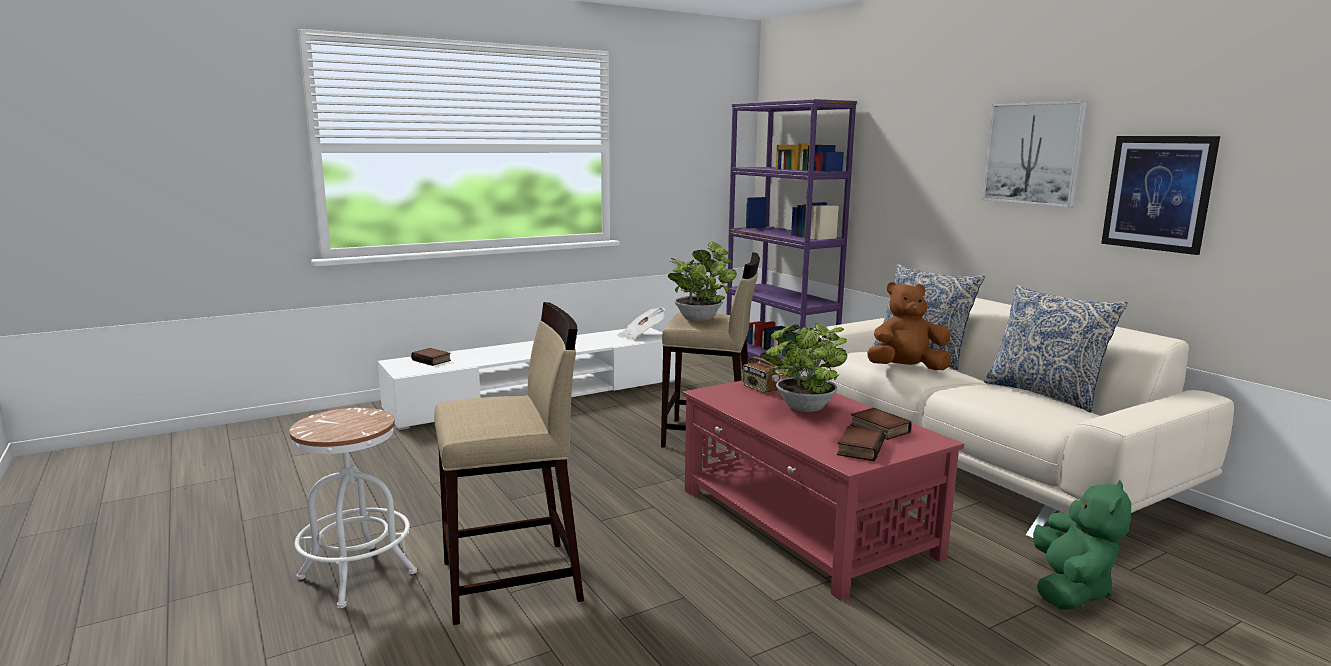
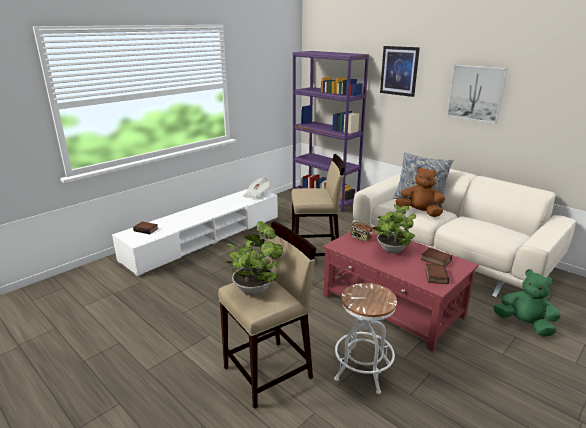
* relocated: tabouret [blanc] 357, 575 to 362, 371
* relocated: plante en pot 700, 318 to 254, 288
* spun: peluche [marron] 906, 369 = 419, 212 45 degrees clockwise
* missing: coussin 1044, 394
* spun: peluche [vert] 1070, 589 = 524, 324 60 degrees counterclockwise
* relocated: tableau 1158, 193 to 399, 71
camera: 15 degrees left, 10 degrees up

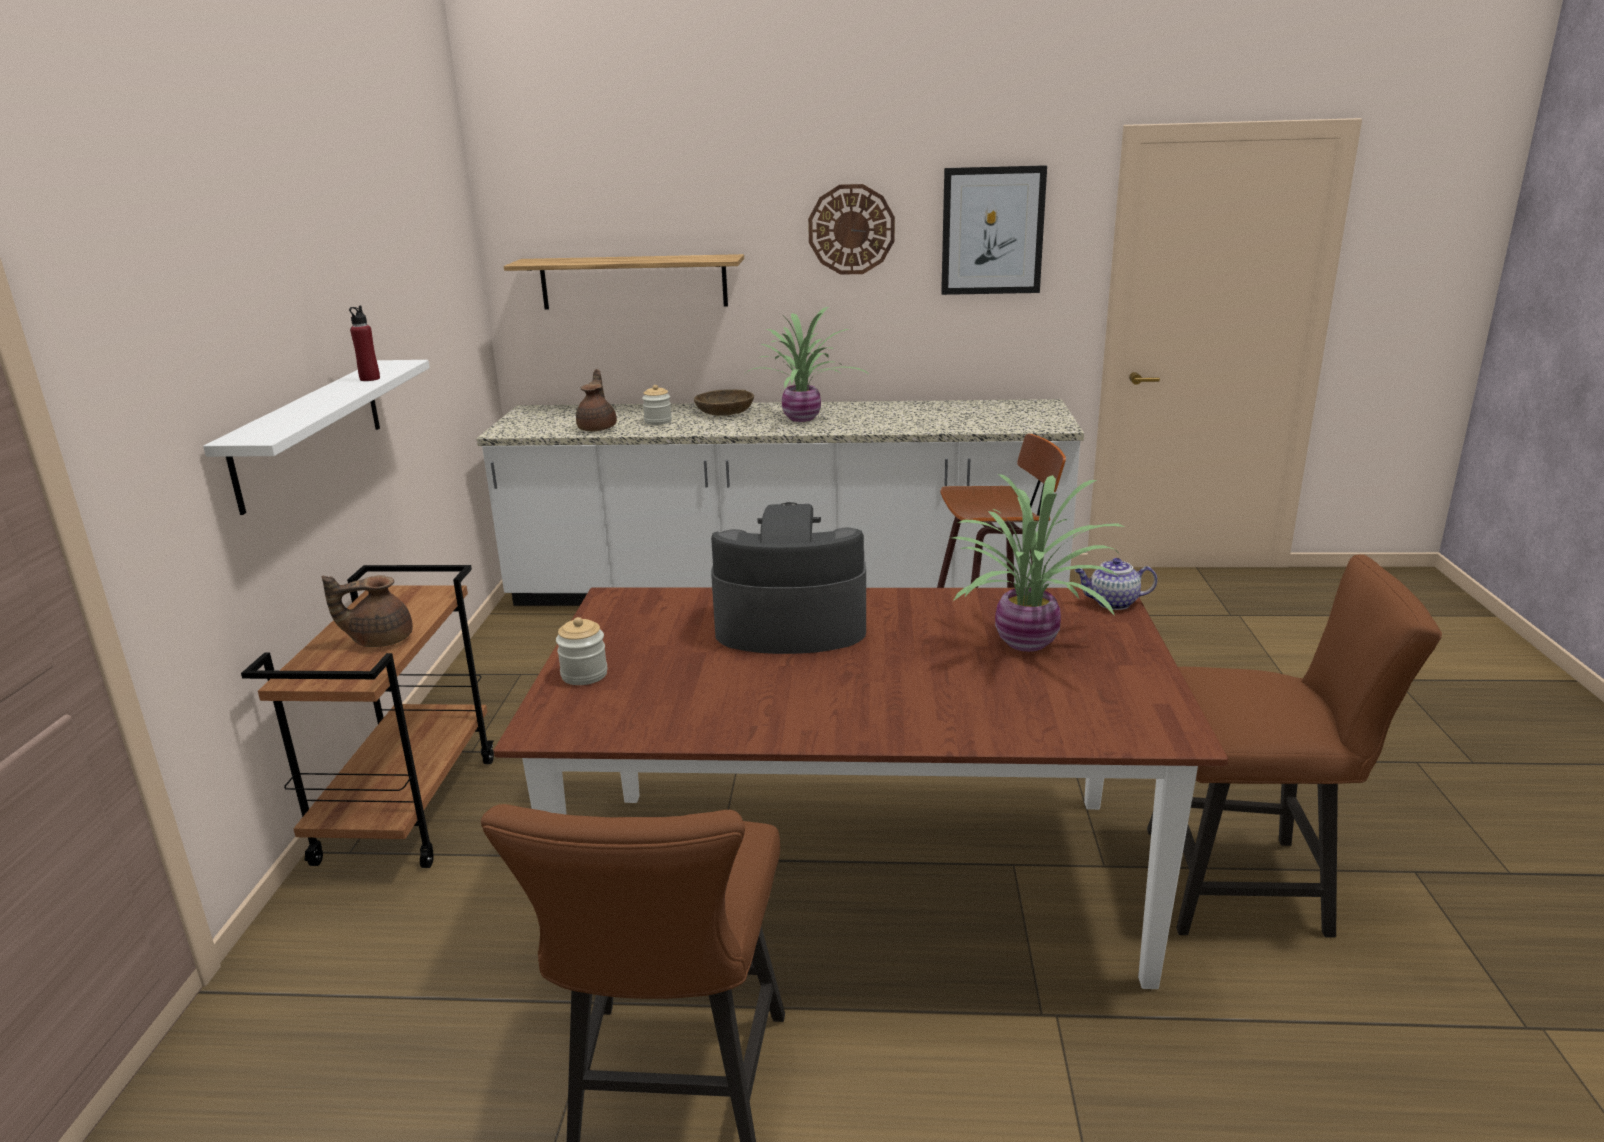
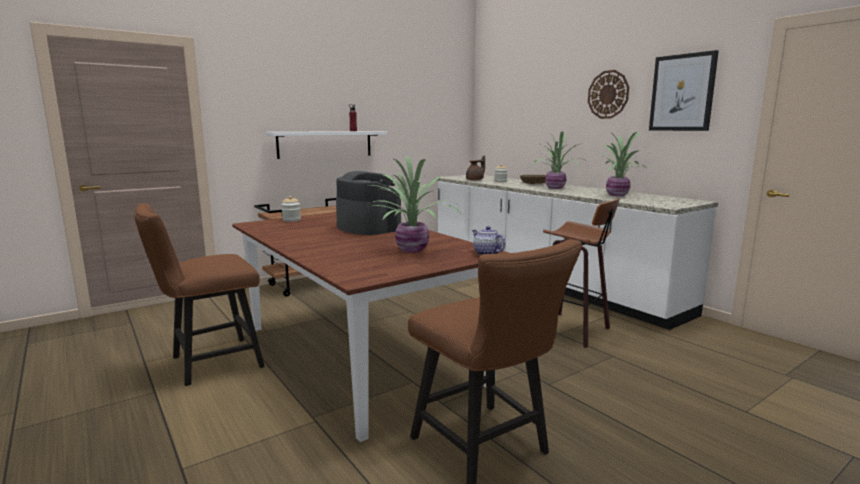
* missing: théière [marron] 380, 640
* missing: étagère 633, 282
* appeared: plante en pot 618, 195
camera: 50 degrees right, 10 degrees down

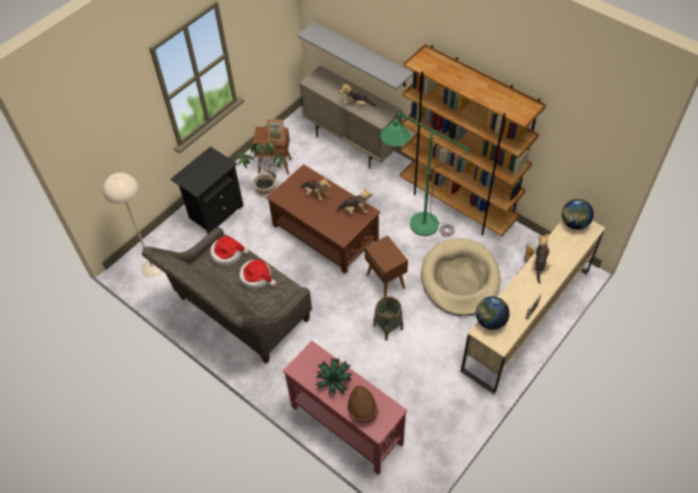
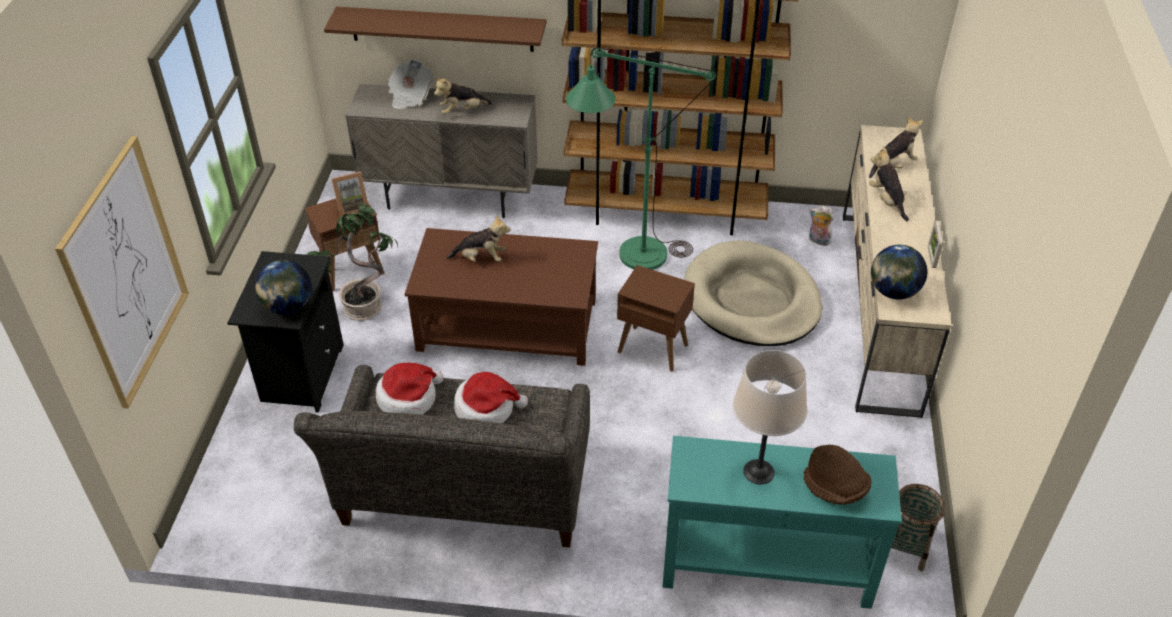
* missing: lampadaire [beige] 153, 268
* colour: table console [rouge] 346, 424 to table console [turquoise] 765, 566
* colour: étagère [gris] 362, 55 to étagère [marron] 442, 29
* exchanged: plante en pot 334, 380 to lampe de table [beige] 758, 472
* relocated: peluche 355, 210 to 893, 166
* relocated: panier 388, 327 to 905, 548
* relocated: globe 574, 223 to 288, 307
* appeared: tableau 126, 273
* appeared: journal 410, 96
camera: 35 degrees left, 10 degrees down

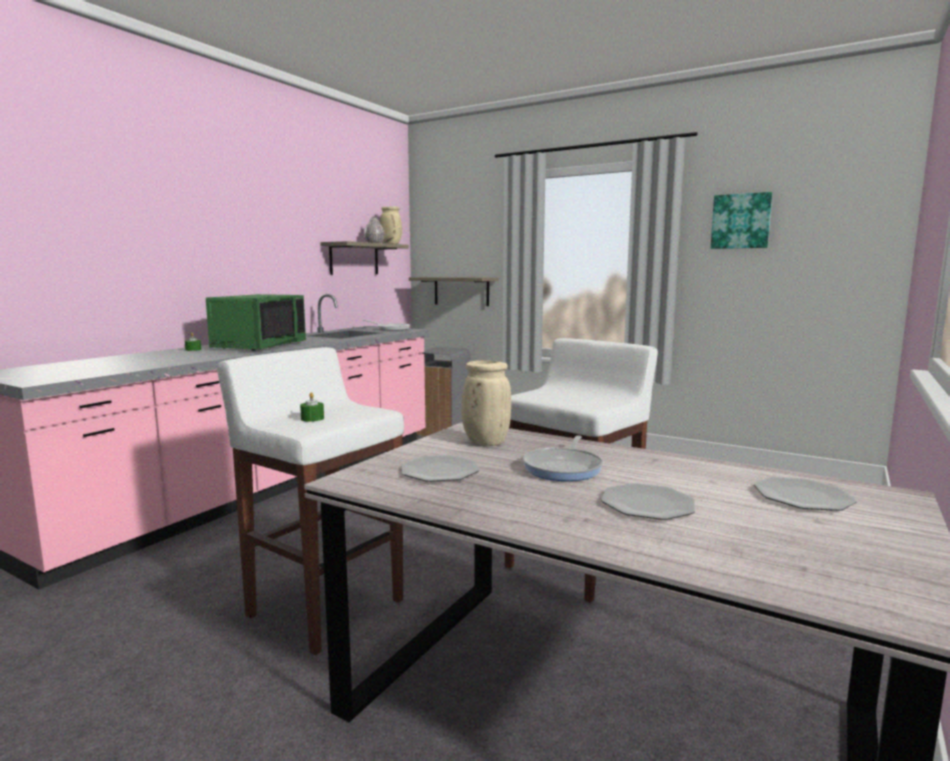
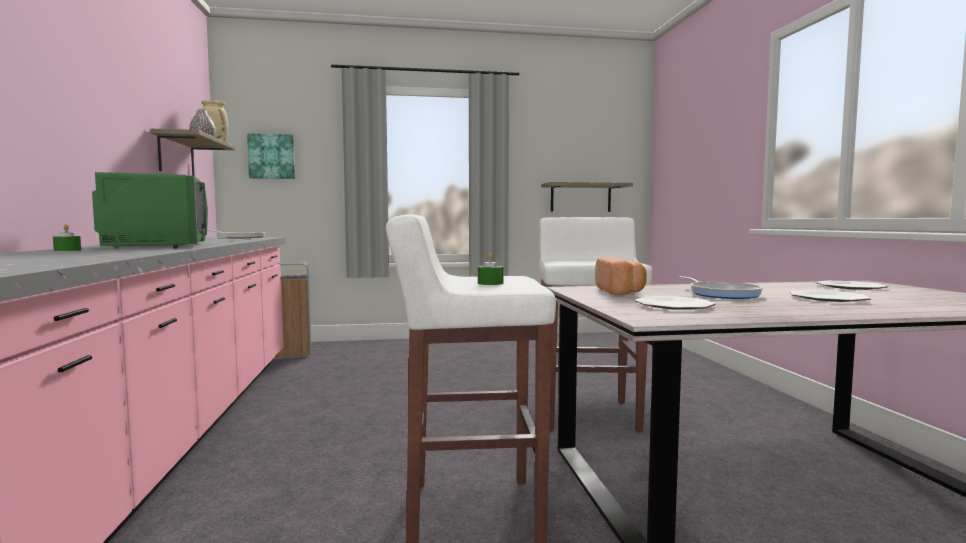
* relocated: étagère 461, 291 to 580, 198
* exchanged: vase [beige] 484, 443 to pain 621, 292
* relocated: tableau 741, 221 to 272, 156
camera: 40 degrees left, 5 degrees down

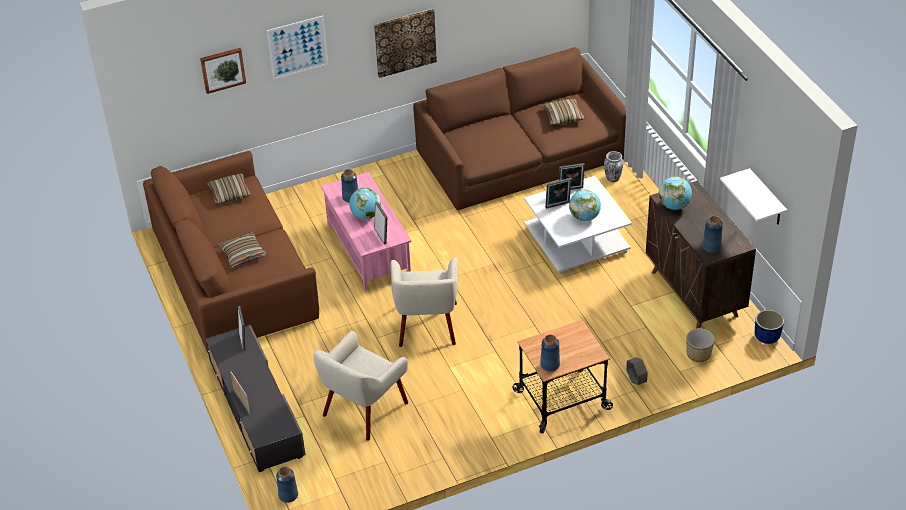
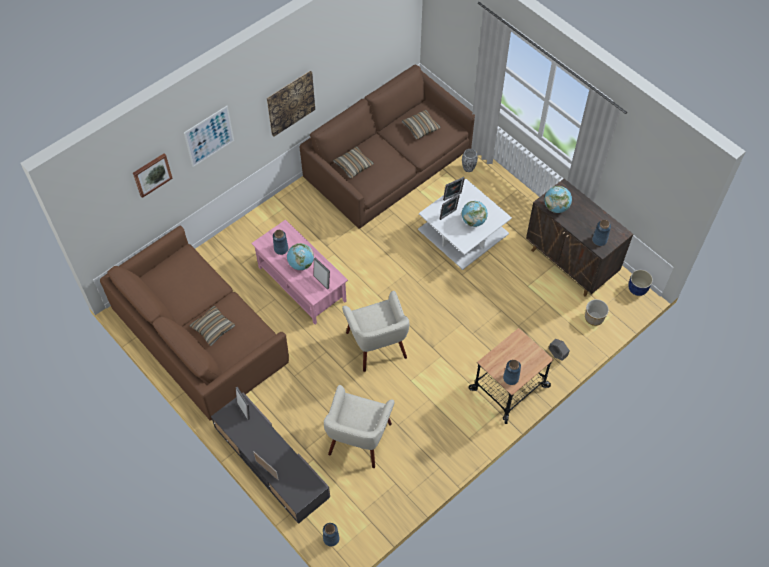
* relocated: coussin 230, 193 to 353, 165
* missing: étagère [blanc] 766, 199
camera: 20 degrees left, 15 degrees up

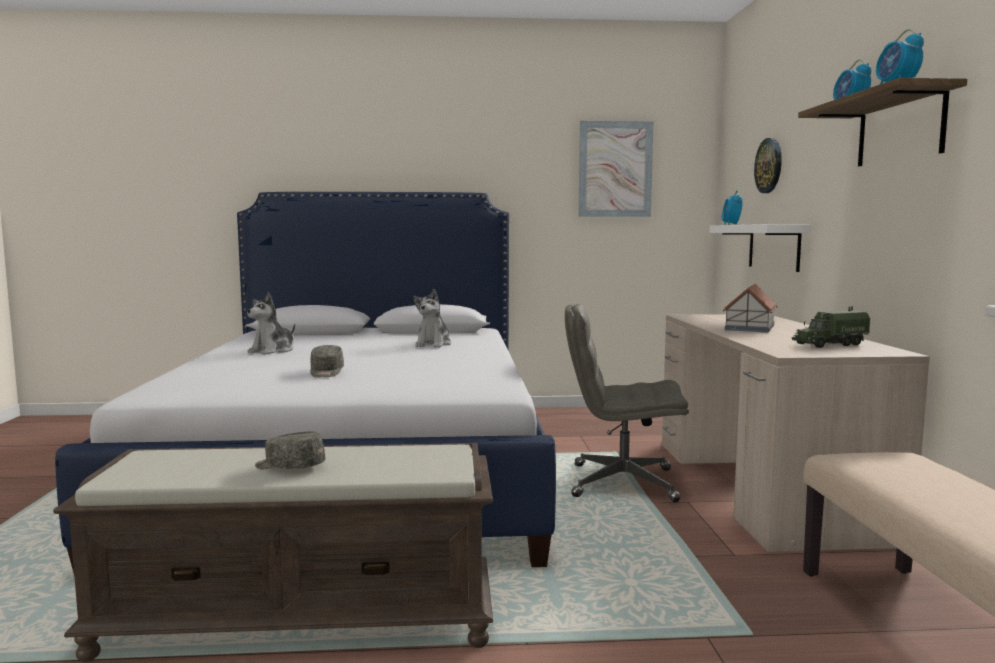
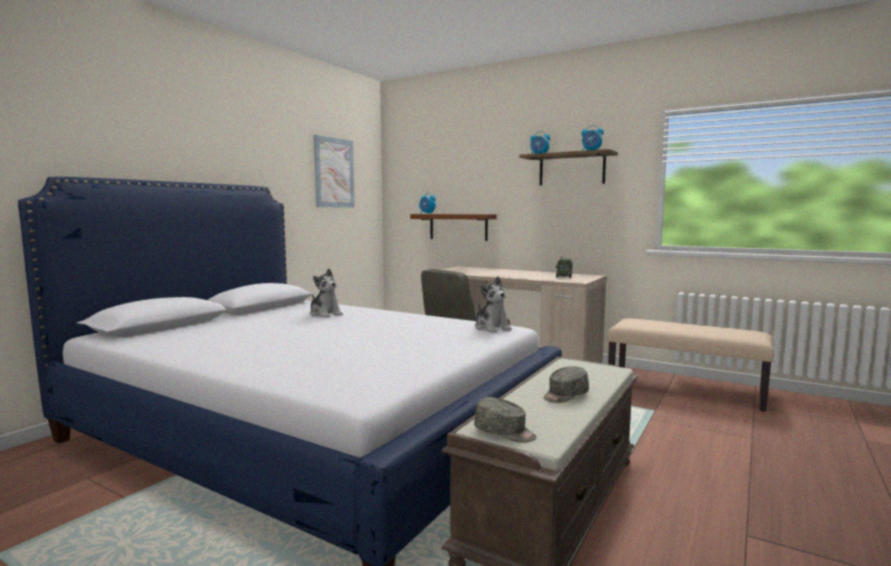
* relocated: peluche 273, 351 to 492, 328
* relocated: casquette [gris] 326, 372 to 505, 433
* colour: étagère [blanc] 774, 247 to étagère [marron] 458, 226
* missing: maison miniature 750, 327
* missing: horloge murale 769, 165
camera: 55 degrees left, 0 degrees up

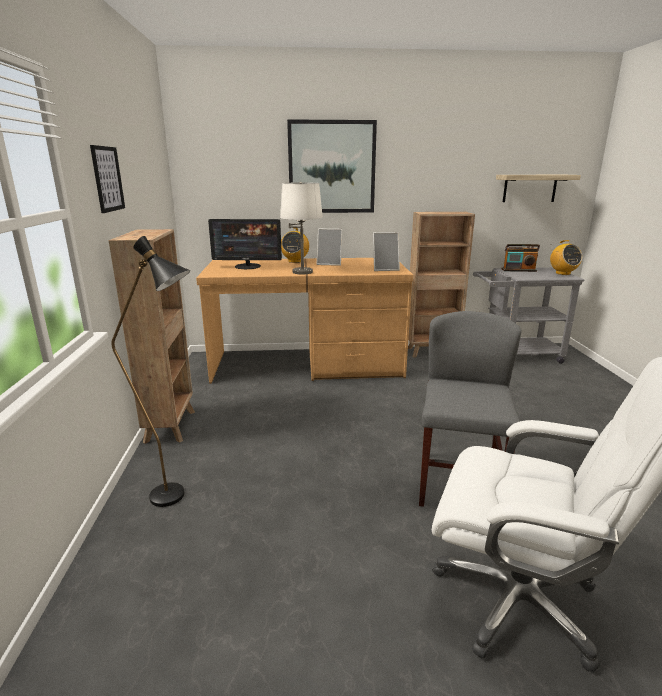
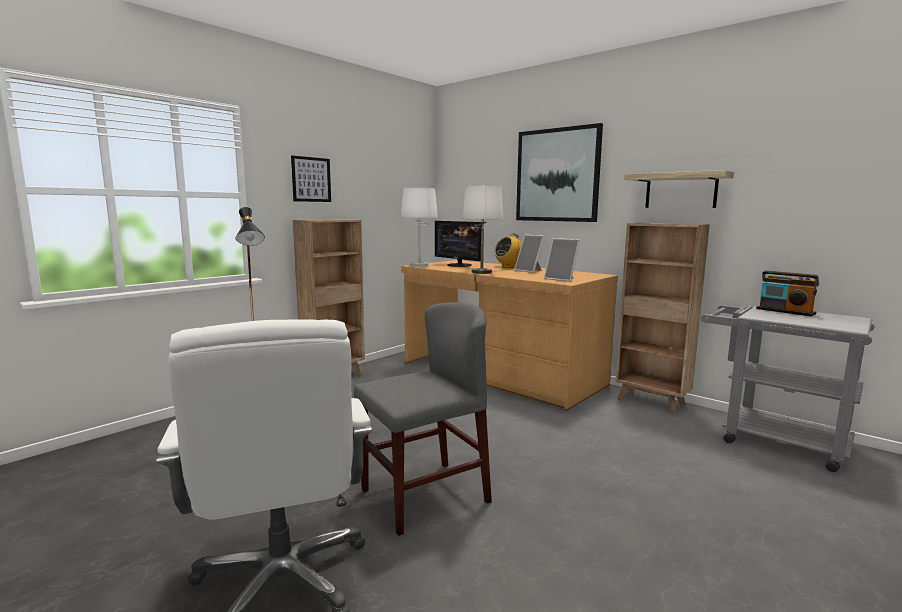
* relocated: étagère 529, 188 to 680, 191
* missing: radio 562, 273
* appeared: lampe de table [blanc] 419, 265
camera: 45 degrees right, 10 degrees down

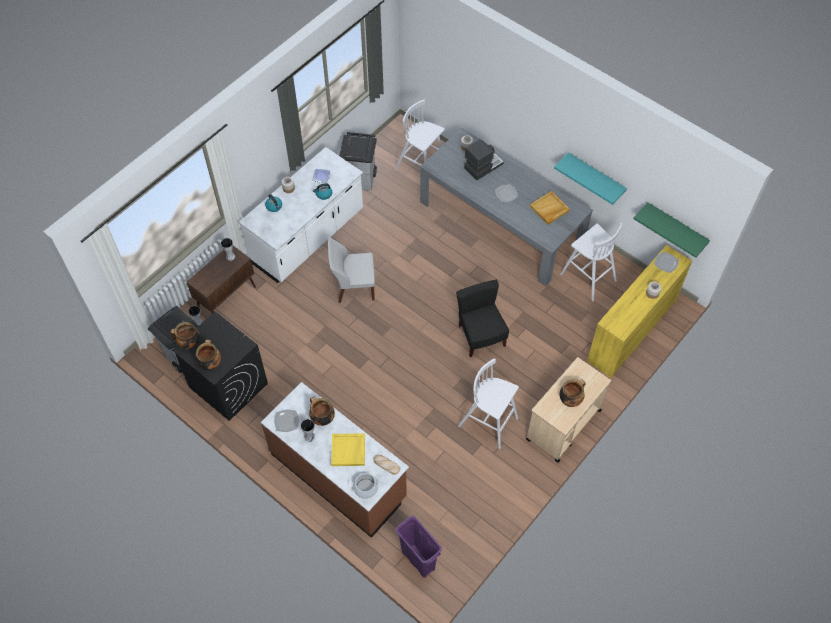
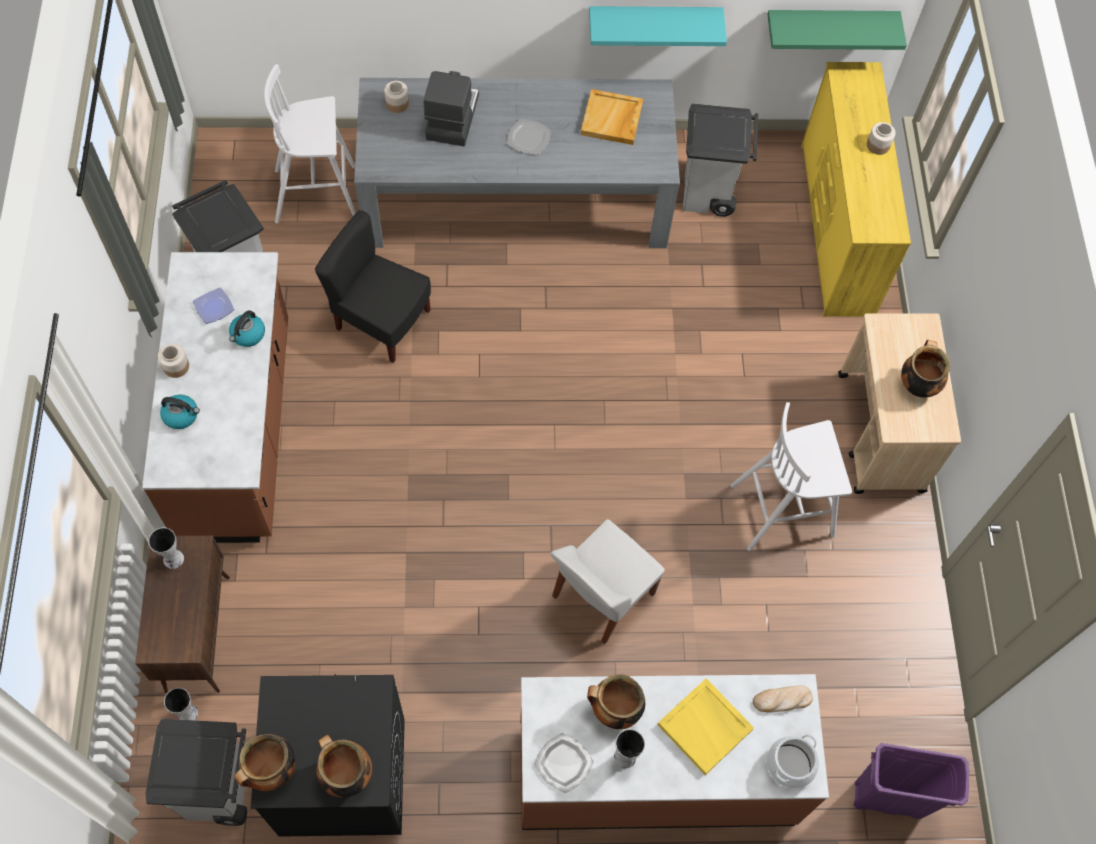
* colour: comptoir de cuisine [blanc] 308, 237 to comptoir de cuisine [marron] 238, 429
* relocated: chaise [blanc] 354, 287 to 601, 596
* relocated: chaise [noir] 480, 336 to 382, 321
* exchanged: tabouret [blanc] 587, 277 to poubelle [gris] 708, 194
* missing: assiette 666, 263
camera: 45 degrees left, 5 degrees up

